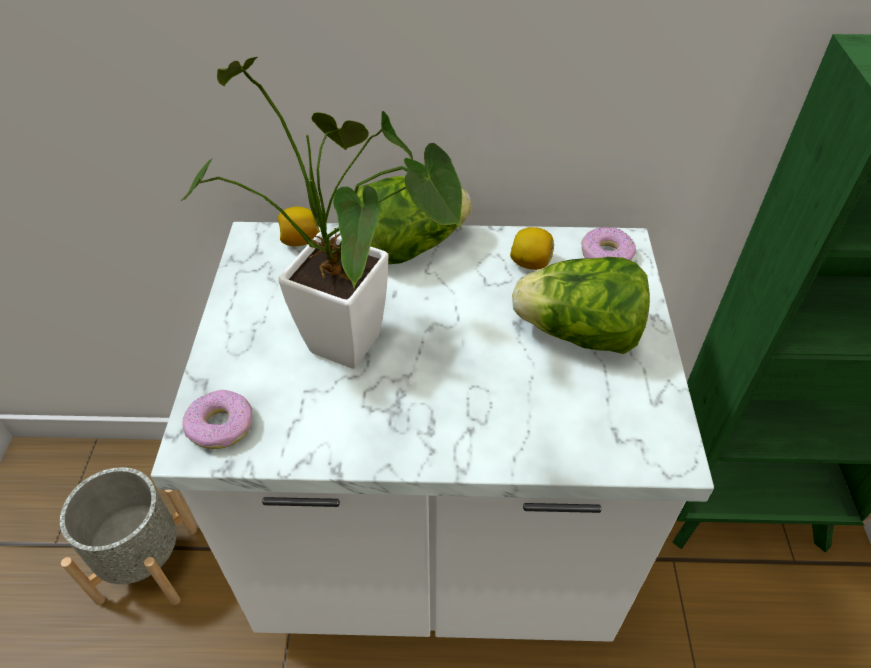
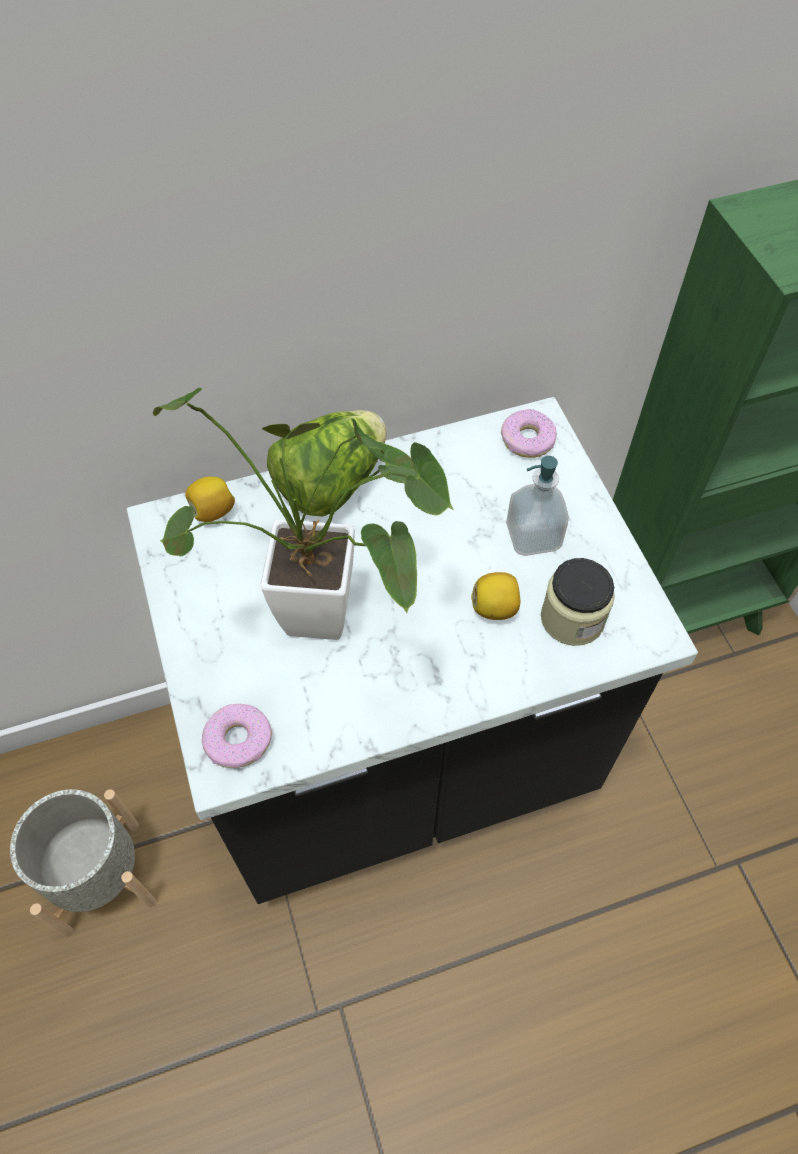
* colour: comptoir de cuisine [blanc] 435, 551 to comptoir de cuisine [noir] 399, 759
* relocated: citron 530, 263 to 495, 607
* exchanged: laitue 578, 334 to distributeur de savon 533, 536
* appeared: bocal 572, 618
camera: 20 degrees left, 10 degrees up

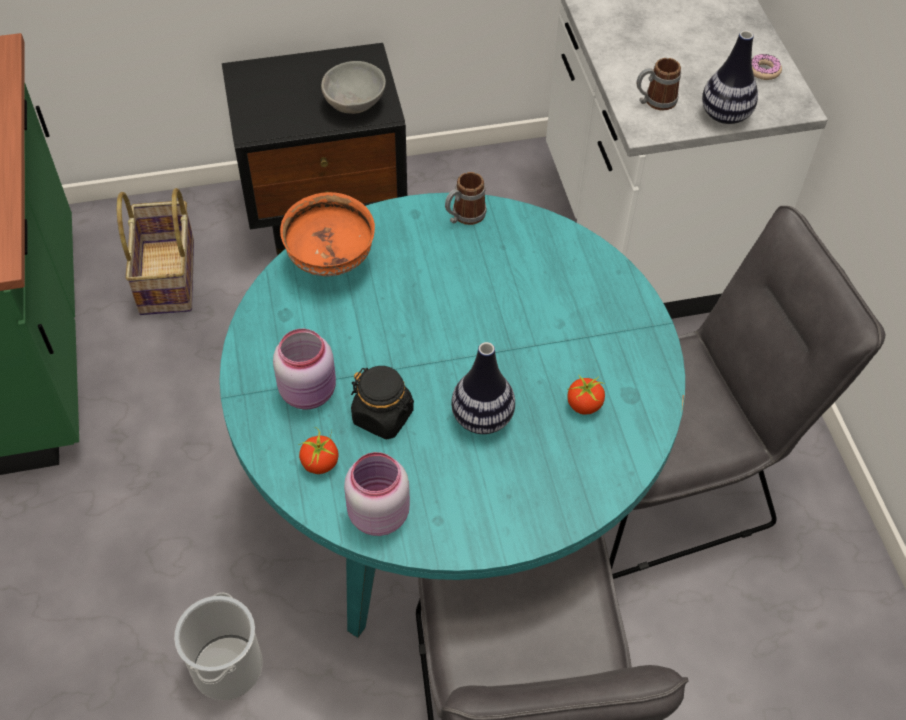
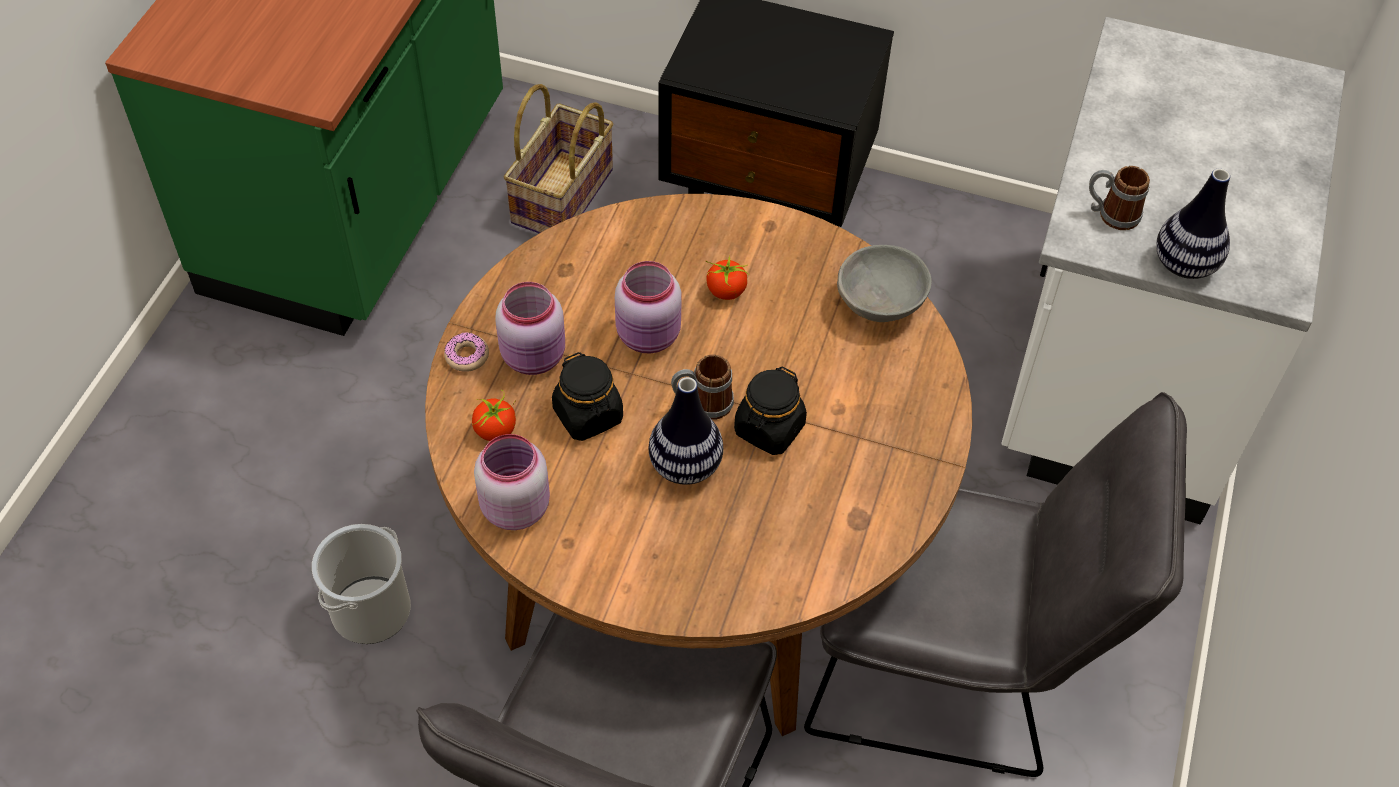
* colour: table à manger [turquoise] 450, 503 to table à manger [marron] 693, 566
* missing: bol [orange] 332, 263
* relocated: bol [gris] 355, 105 to 880, 306
* relocated: mug 464, 216 to 702, 404
* relocated: tomate 584, 405 to 725, 291
* relocated: beignet 764, 71 to 467, 356
* appeared: bocal [rose] 649, 336
* appeared: bocal [noir] 769, 429
camera: 30 degrees right, 0 degrees up

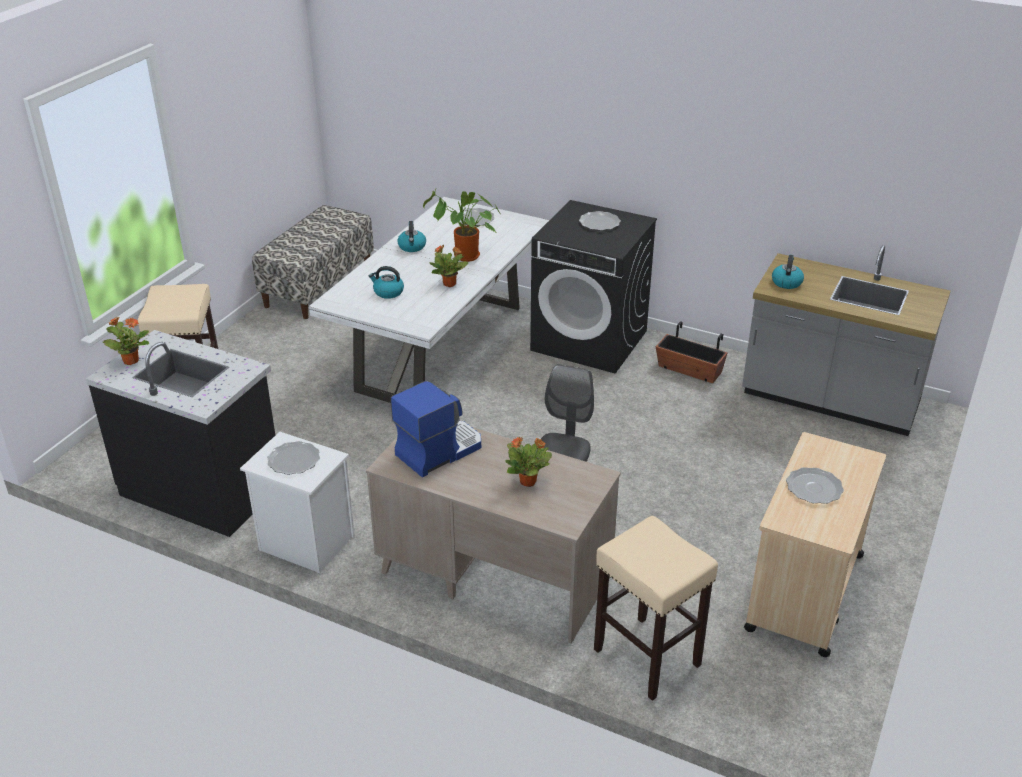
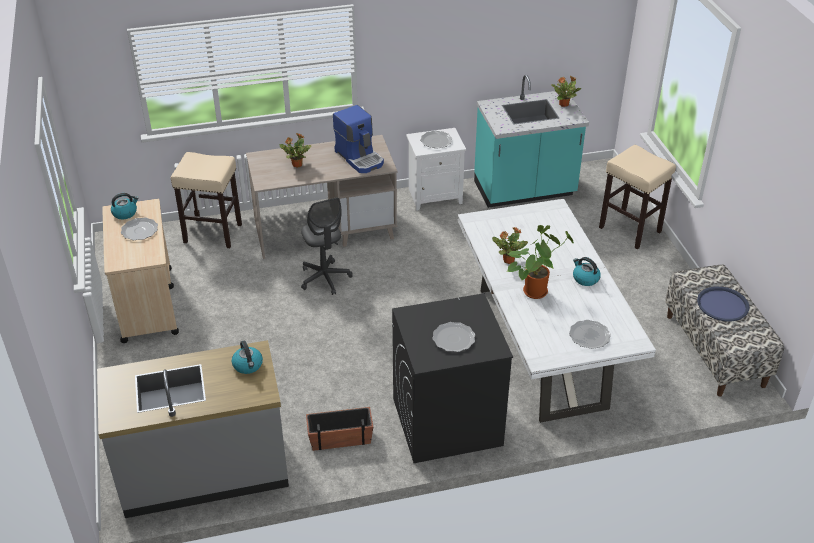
* colour: comptoir de cuisine [noir] 203, 488 to comptoir de cuisine [turquoise] 524, 191
* relocated: bouilloire 388, 292 to 125, 213
* spun: machine à café 439, 450 = 360, 157 45 degrees counterclockwise
* appeared: plateau [bleu] 722, 304
camera: 140 degrees right, 5 degrees up

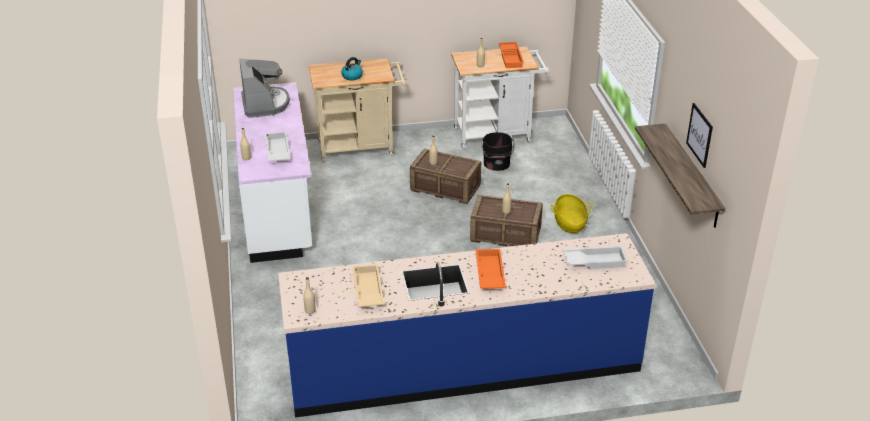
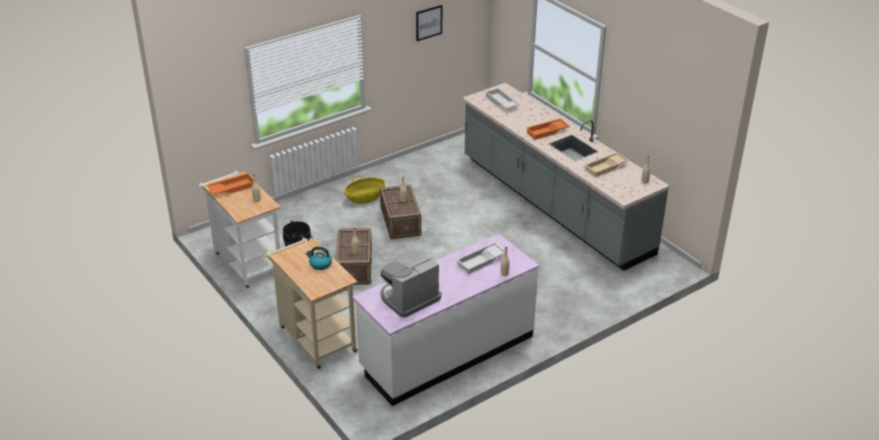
* colour: comptoir de cuisine [bleu] 463, 366 to comptoir de cuisine [gris] 554, 205
* missing: étagère 691, 176
camera: 115 degrees left, 0 degrees up

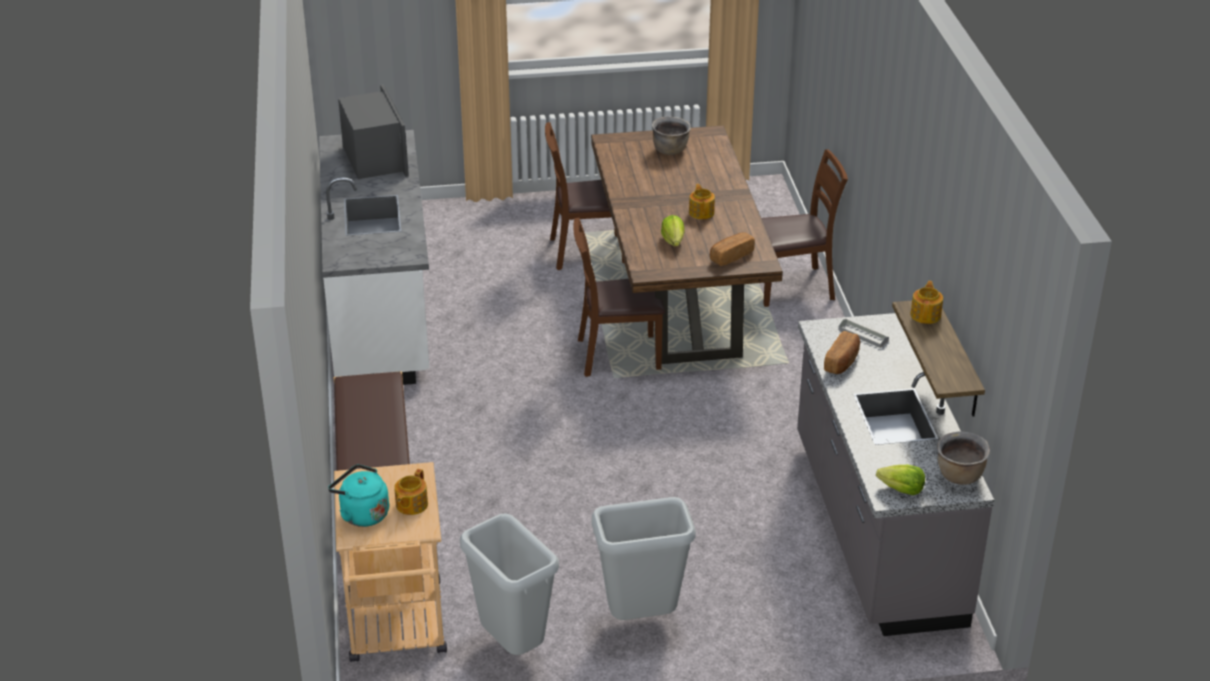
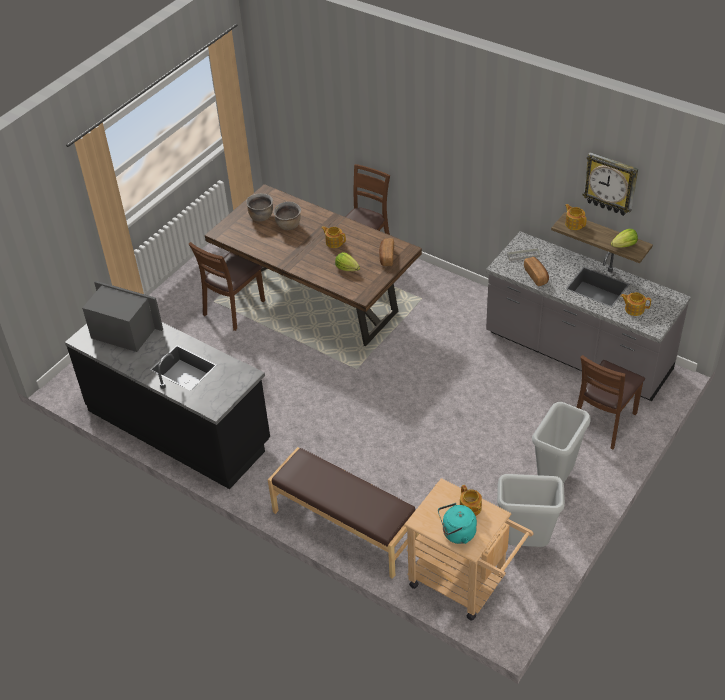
* colour: comptoir de cuisine [blanc] 381, 312 to comptoir de cuisine [noir] 179, 426
* relocated: chaise [marron] 617, 355 to 604, 422
* relocated: laitue 901, 490 to 624, 245
* relocated: marmite [marron] 959, 476 to 289, 226
* appeared: horloge murale 610, 184
* appeared: théière 634, 309
camera: 45 degrees left, 10 degrees up

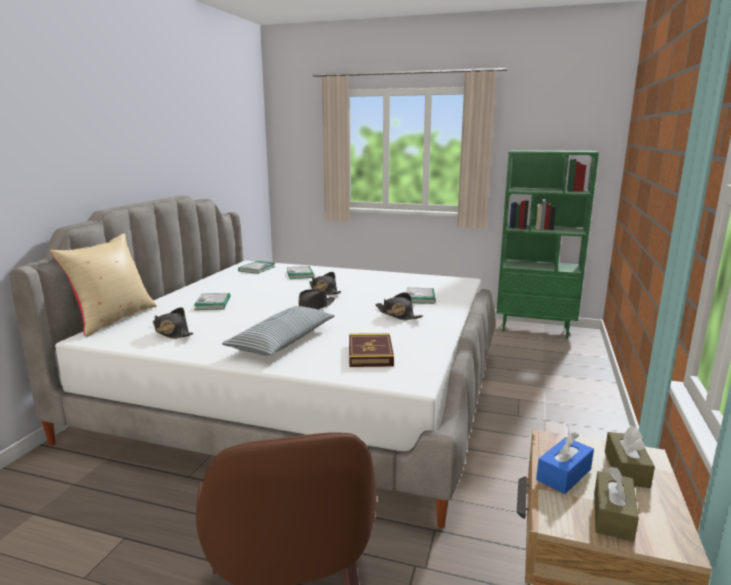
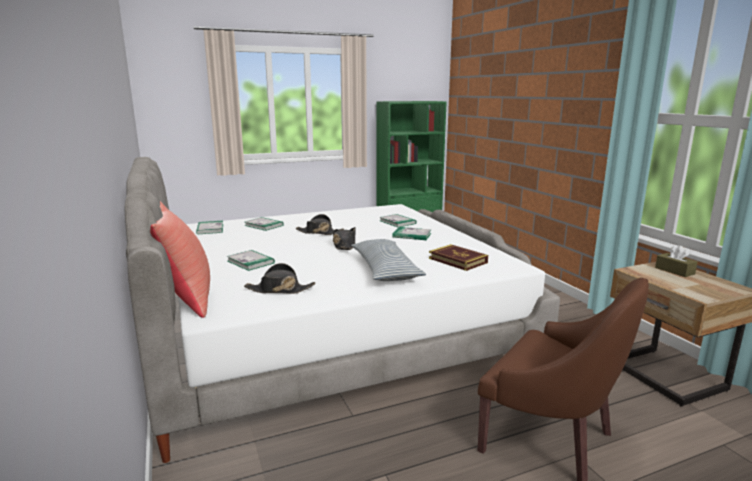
* colour: coussin [beige] 113, 319 to coussin [rouge] 185, 298
* exchanged: chapeau [noir] 397, 315 to livre 412, 235
* missing: boîte à mouchoirs [bleu] 563, 475
* missing: boîte à mouchoirs [marron] 613, 516
camera: 40 degrees left, 0 degrees up

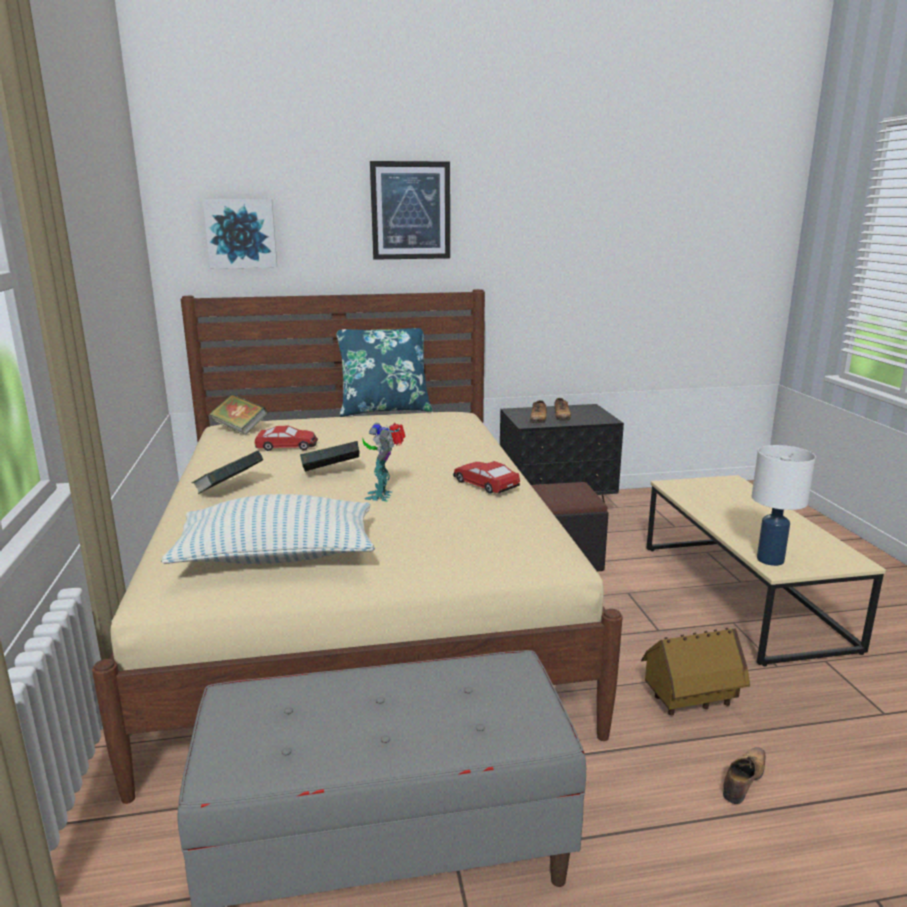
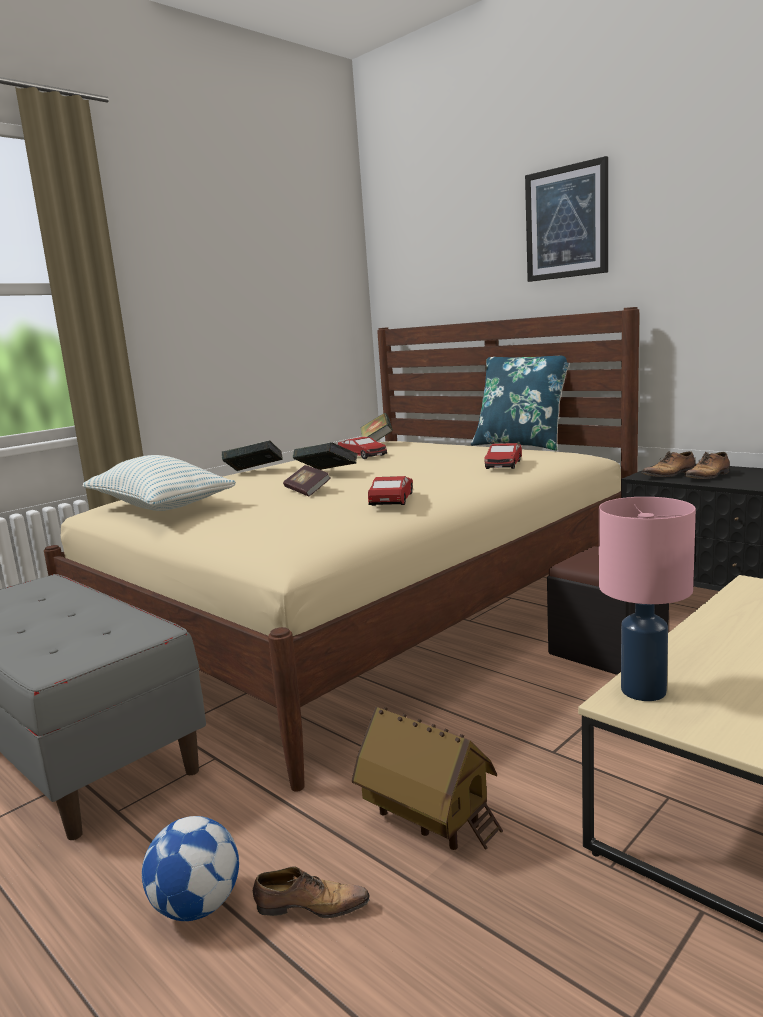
* missing: tableau 241, 233
* exchanged: robot jouet 383, 495 to livre 307, 491
* colour: lampe de table [blanc] 770, 560 to lampe de table [rose] 642, 691
* appeared: ballon de foot 197, 906
* appeared: petite voiture 503, 465
camera: 55 degrees right, 5 degrees down

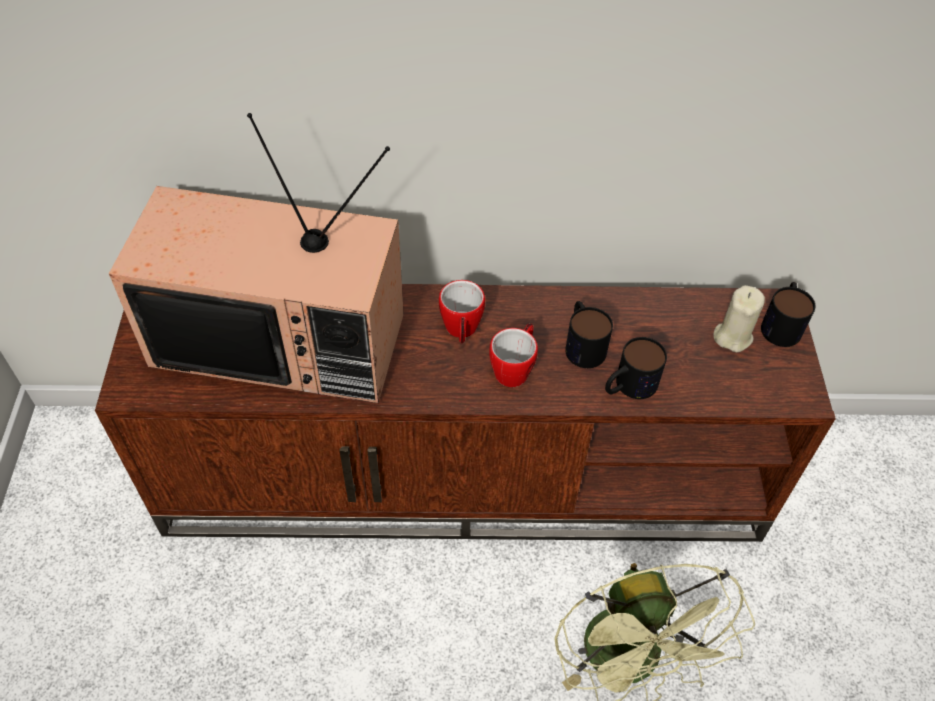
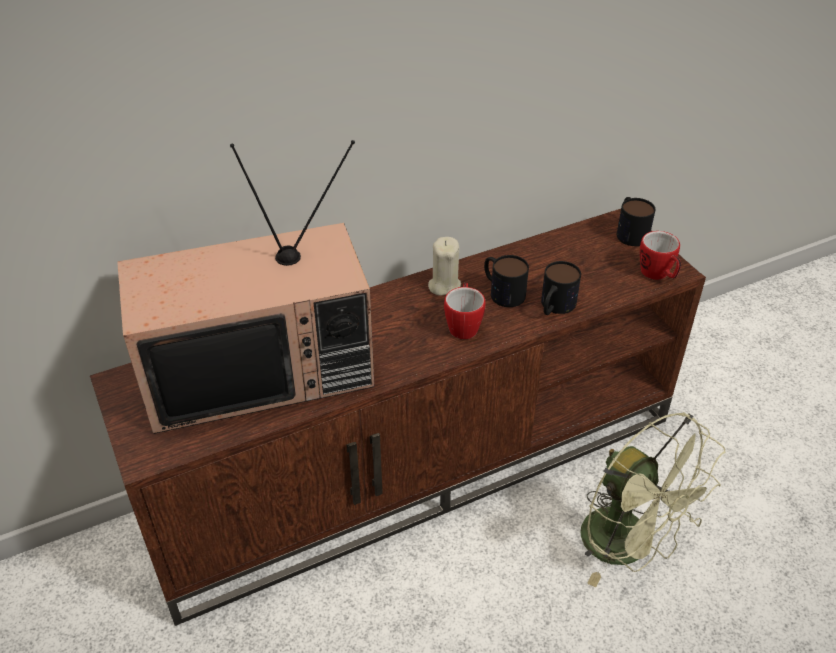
* relocated: mug 461, 331 to 658, 275
* relocated: bougie [beige] 732, 336 to 444, 285
camera: 25 degrees left, 10 degrees down

